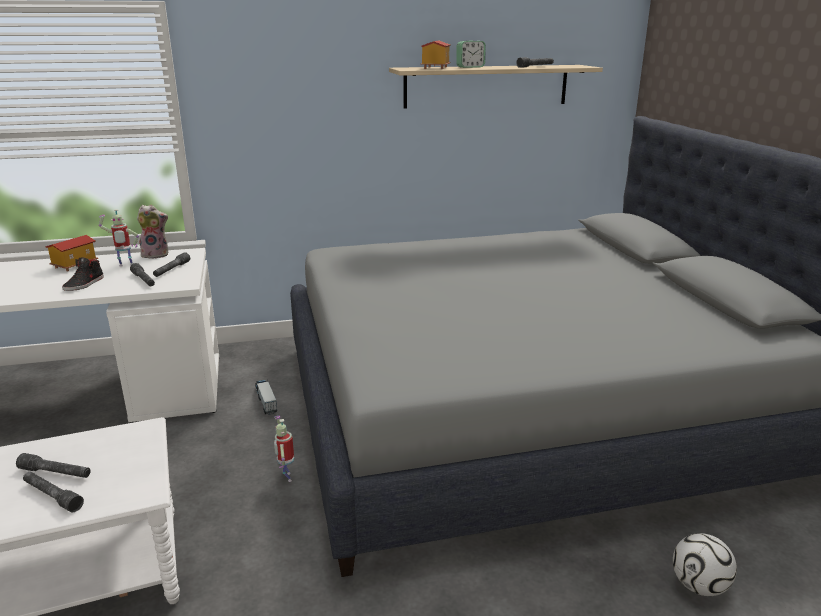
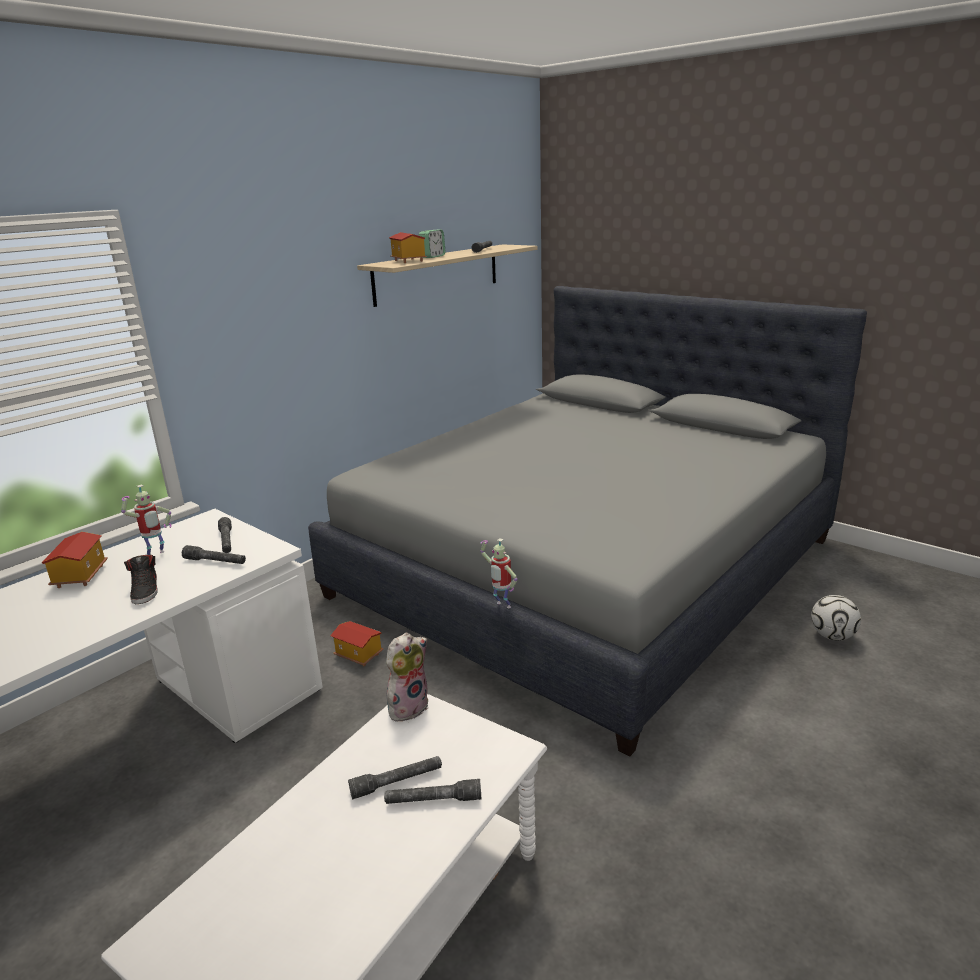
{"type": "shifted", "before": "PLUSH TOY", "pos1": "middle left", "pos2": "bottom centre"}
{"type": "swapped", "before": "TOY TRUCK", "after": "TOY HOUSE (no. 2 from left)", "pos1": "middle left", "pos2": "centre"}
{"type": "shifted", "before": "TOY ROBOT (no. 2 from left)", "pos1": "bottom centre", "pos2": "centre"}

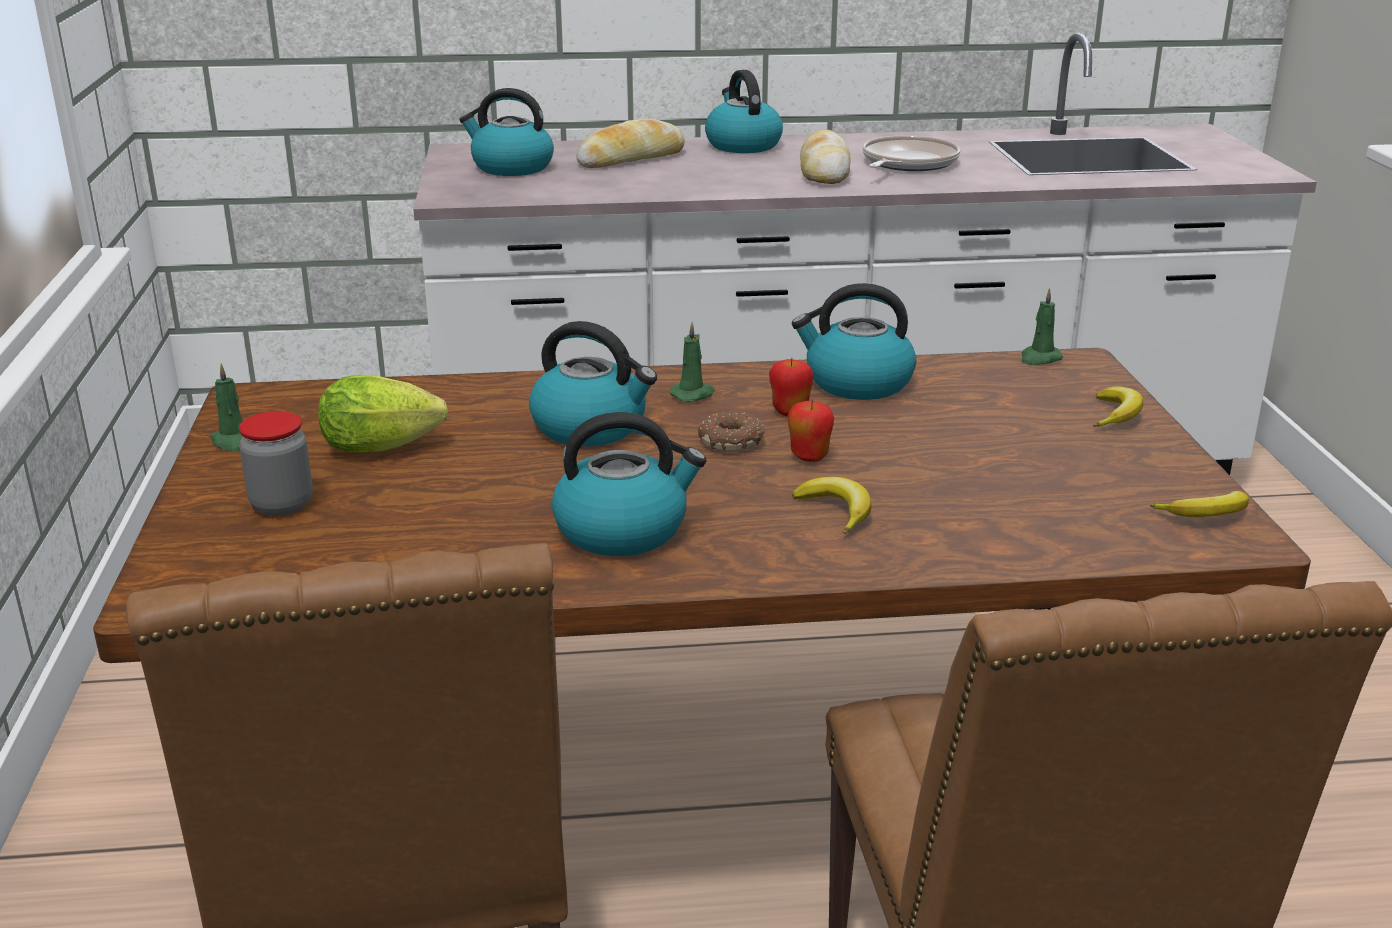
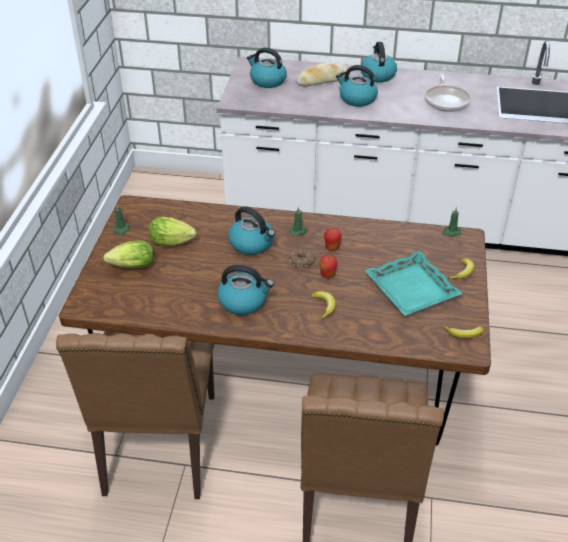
{"type": "swapped", "before": "JAR", "after": "LETTUCE (no. 1 from left)", "pos1": "middle left", "pos2": "middle left"}
{"type": "shifted", "before": "KETTLE (no. 5 from left in the first image)", "after": "KETTLE (no. 4 from left)", "pos1": "centre", "pos2": "top centre"}
{"type": "gone", "before": "BREAD (no. 2 from left)", "pos1": "top centre"}
{"type": "rotated", "before": "FRYING PAN", "pos1": "top centre", "pos2": "top right", "turn": 135}
{"type": "new", "after": "TURQUOISE TRAY", "pos2": "middle right"}

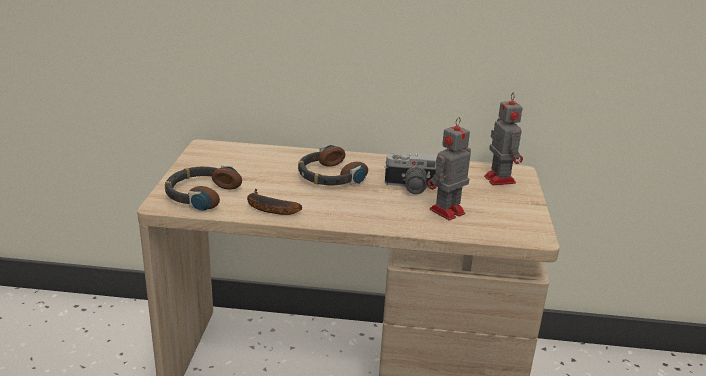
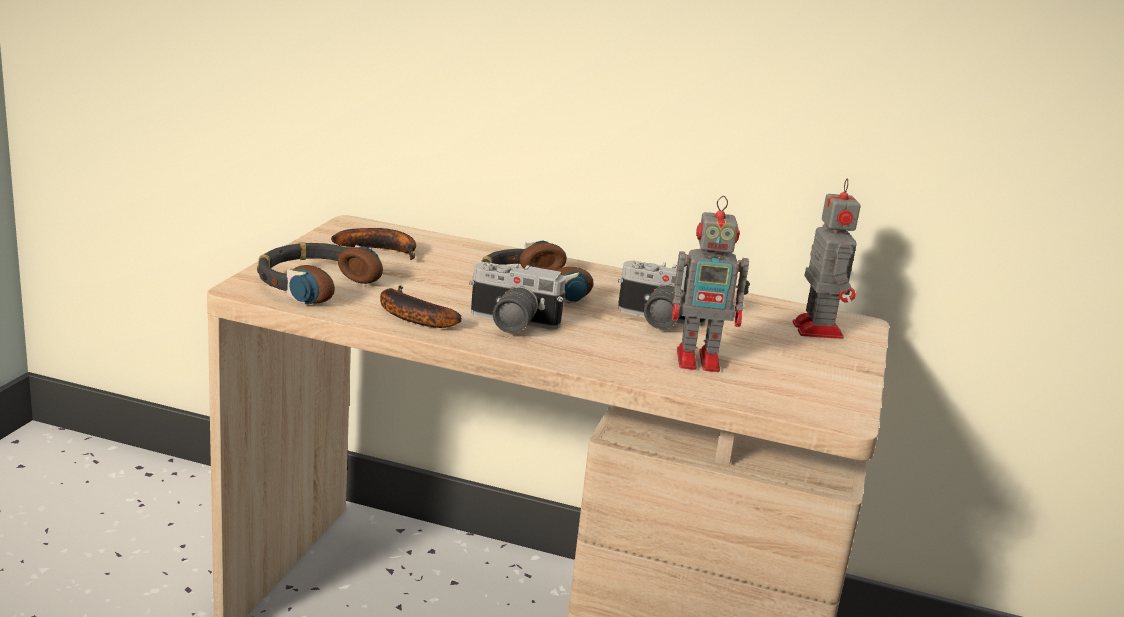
{"type": "rotated", "before": "TOY ROBOT (no. 1 from left)", "pos1": "centre", "pos2": "centre", "turn": -150}
{"type": "new", "after": "BANANA (no. 1 from left)", "pos2": "middle left"}
{"type": "new", "after": "PHOTO CAMERA (no. 1 from left)", "pos2": "centre"}

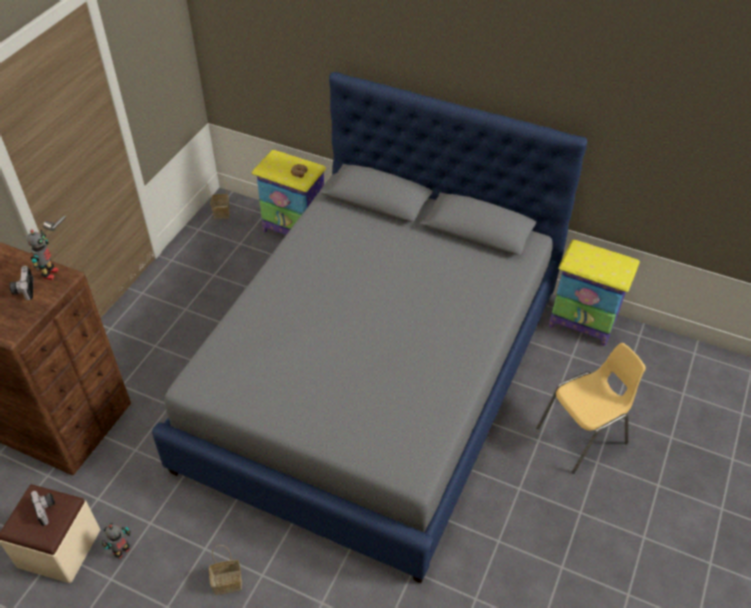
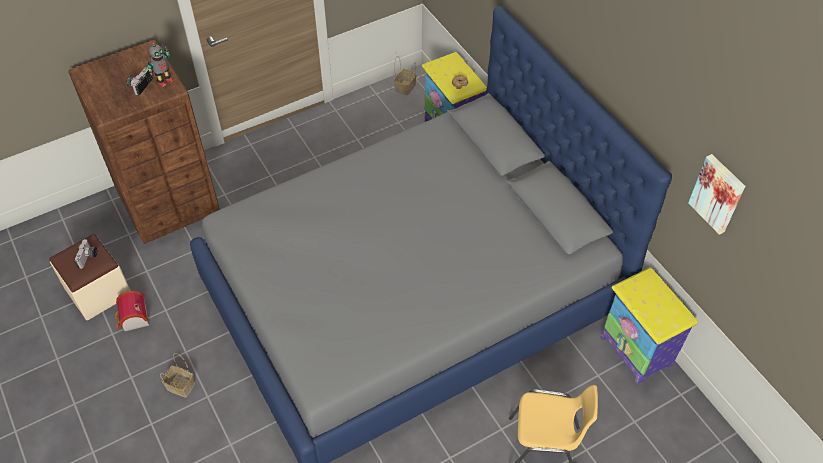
{"type": "swapped", "before": "TOY ROBOT (no. 2 from left)", "after": "TOY HOUSE", "pos1": "bottom left", "pos2": "bottom left"}
{"type": "new", "after": "PICTURE", "pos2": "middle right"}

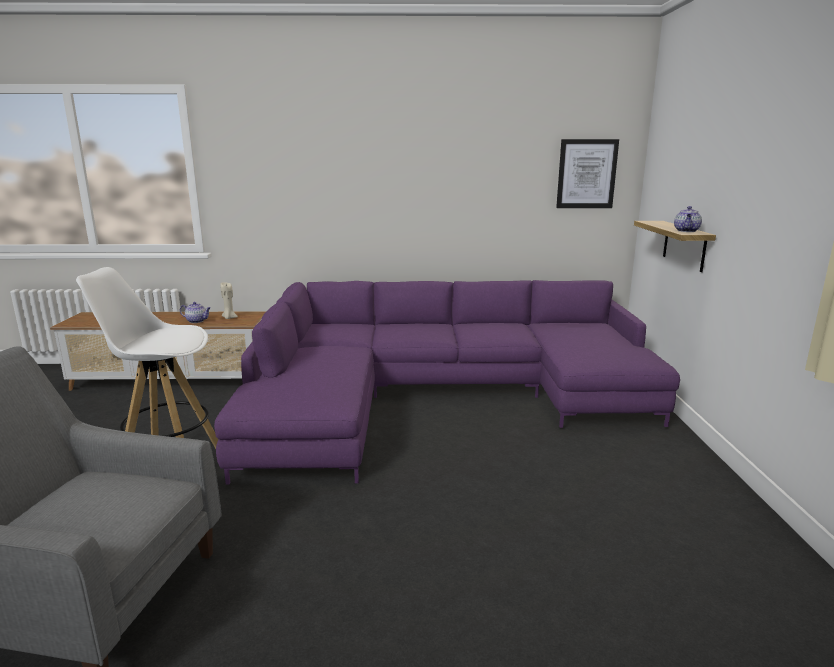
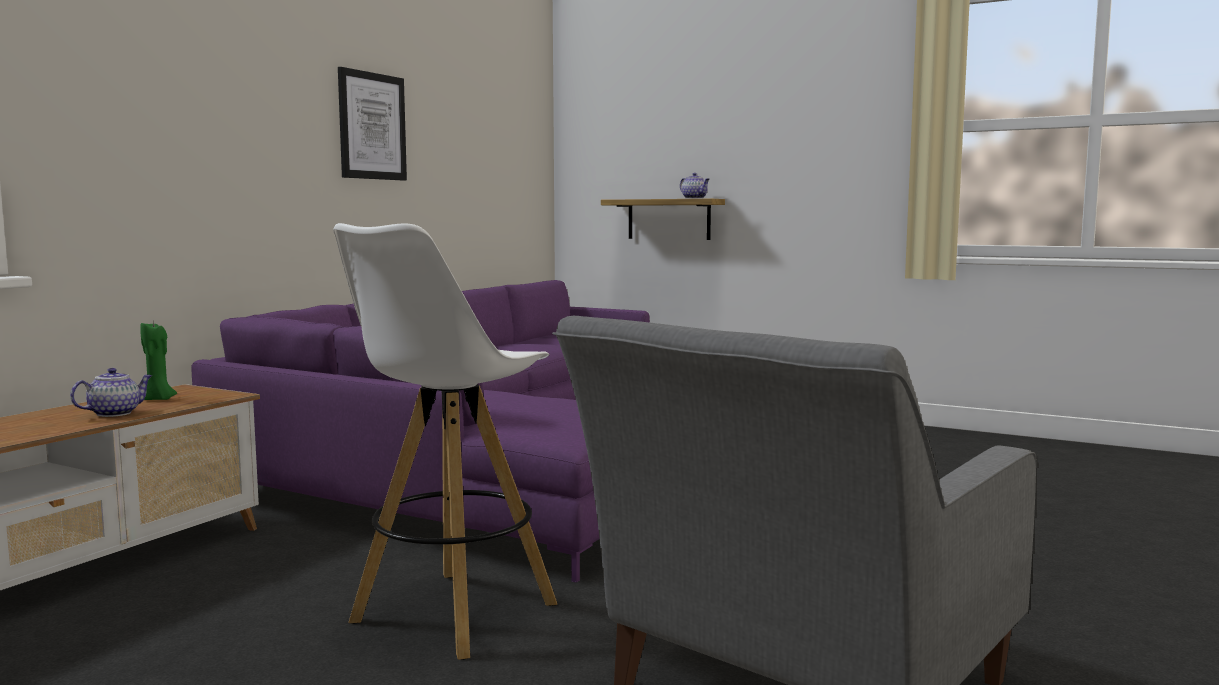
{"type": "repainted", "before": "BEIGE CANDLE", "after": "GREEN CANDLE", "pos1": "middle left", "pos2": "middle left"}
{"type": "shifted", "before": "PICTURE", "pos1": "top right", "pos2": "top left"}

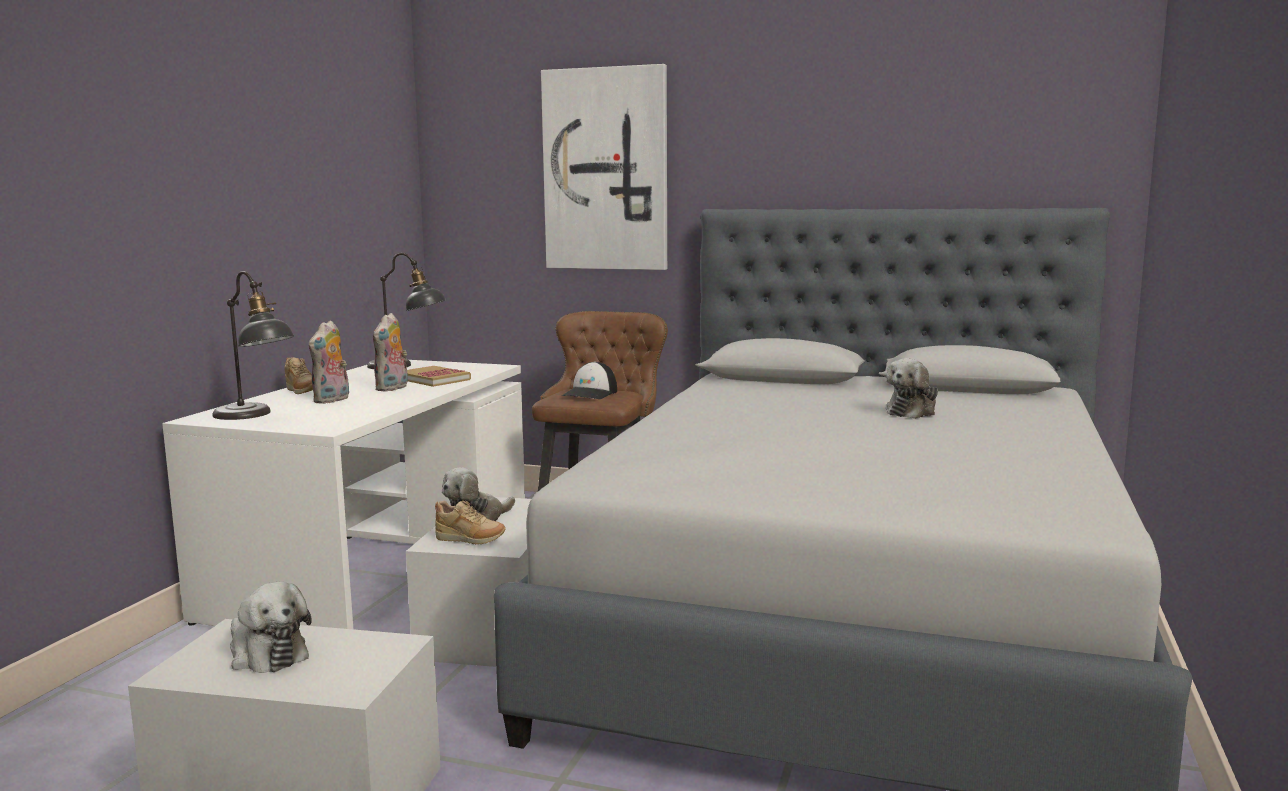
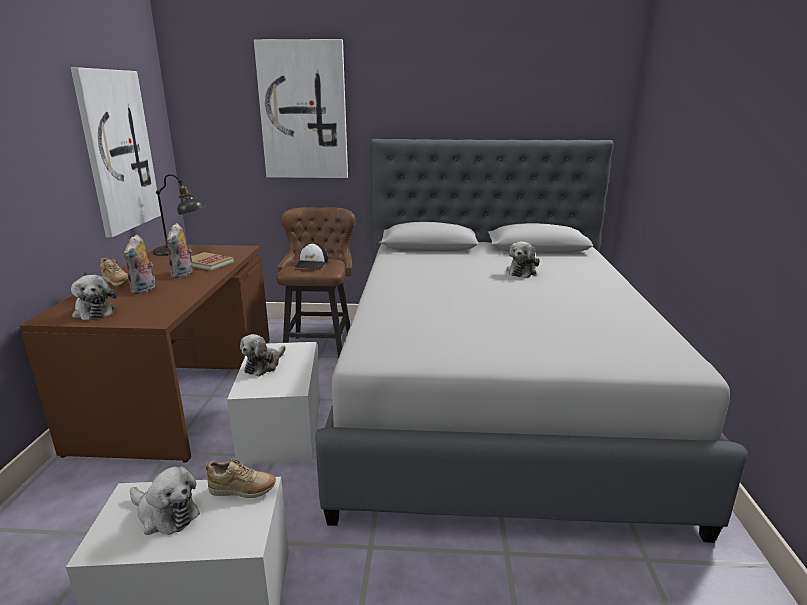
{"type": "repainted", "before": "WHITE DESK", "after": "BROWN DESK", "pos1": "middle left", "pos2": "middle left"}
{"type": "swapped", "before": "GREY TABLE LAMP (no. 1 from left)", "after": "PLUSH TOY (no. 1 from left)", "pos1": "middle left", "pos2": "middle left"}
{"type": "shifted", "before": "BEIGE SHOE (no. 2 from left)", "pos1": "centre", "pos2": "bottom left"}
{"type": "new", "after": "PICTURE (no. 1 from left)", "pos2": "top left"}

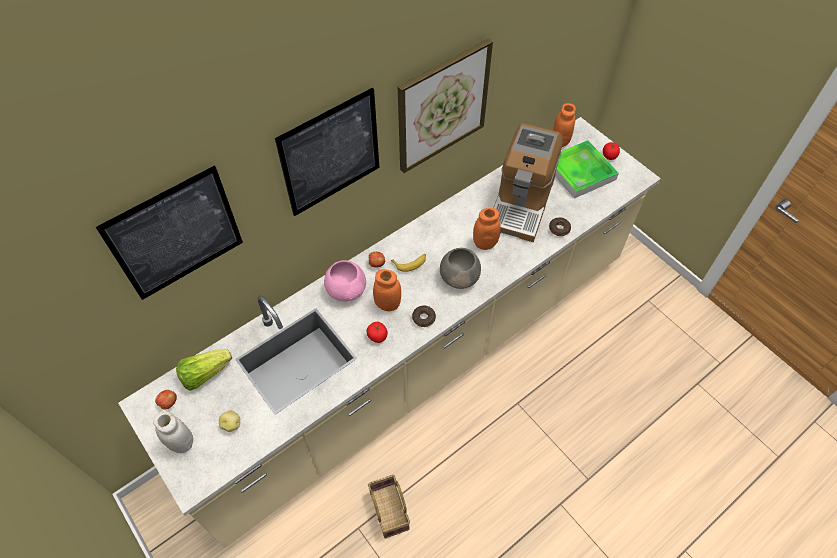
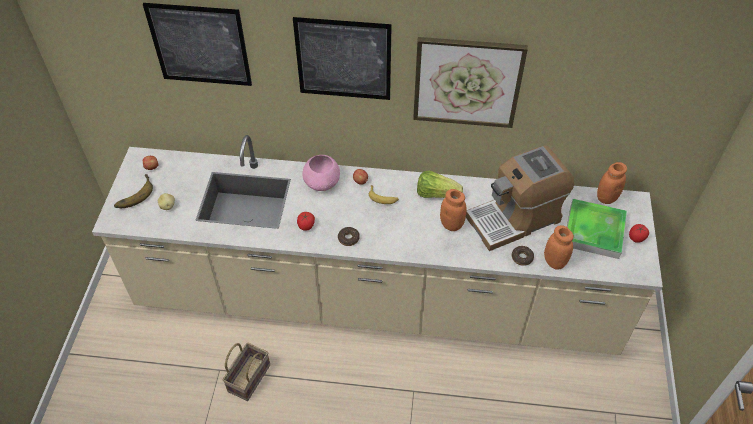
{"type": "swapped", "before": "WHITE JAR", "after": "BANANA (no. 1 from left)", "pos1": "bottom left", "pos2": "middle left"}
{"type": "shifted", "before": "LETTUCE", "pos1": "middle left", "pos2": "centre"}
{"type": "shifted", "before": "ORANGE JAR (no. 1 from left in the first image)", "after": "ORANGE JAR (no. 2 from left)", "pos1": "centre", "pos2": "middle right"}
{"type": "gone", "before": "GREY BOWL", "pos1": "centre"}

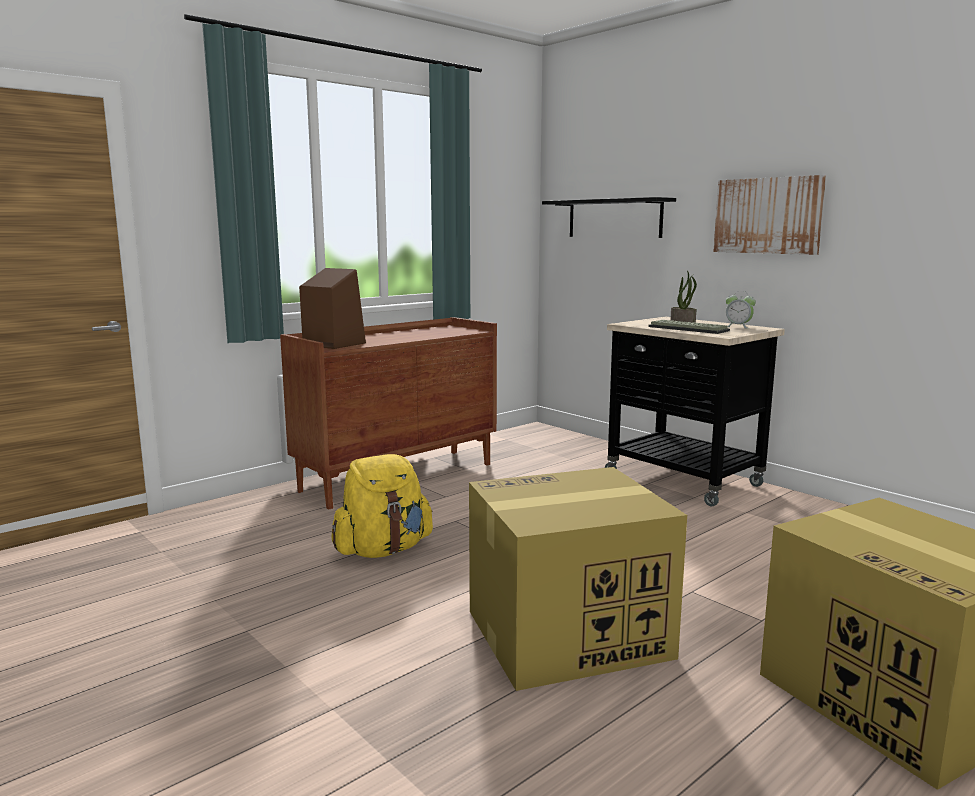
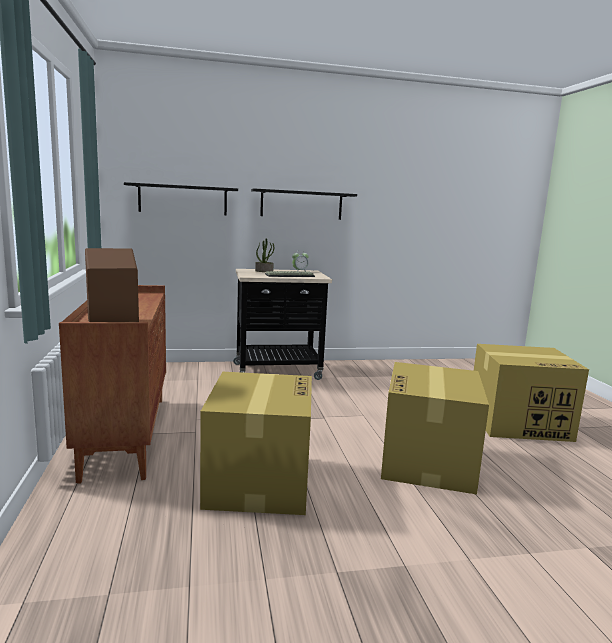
{"type": "swapped", "before": "YELLOW BACKPACK", "after": "CARDBOARD BOX (no. 1 from left)", "pos1": "centre", "pos2": "bottom centre"}
{"type": "swapped", "before": "PICTURE", "after": "BLACK SHELF (no. 2 from left)", "pos1": "top right", "pos2": "top centre"}

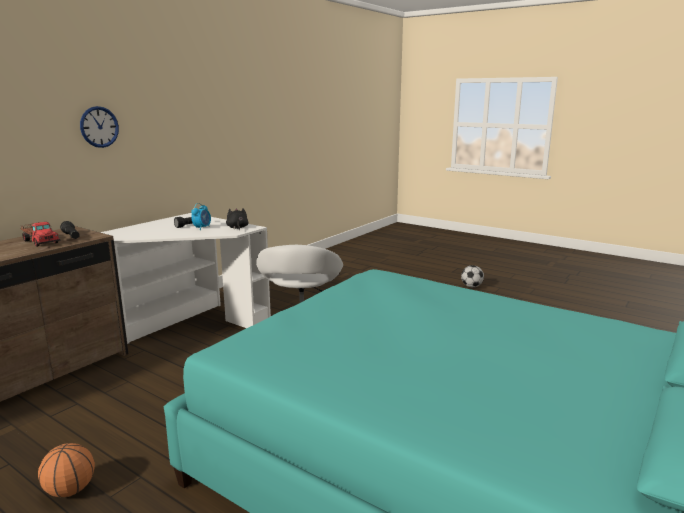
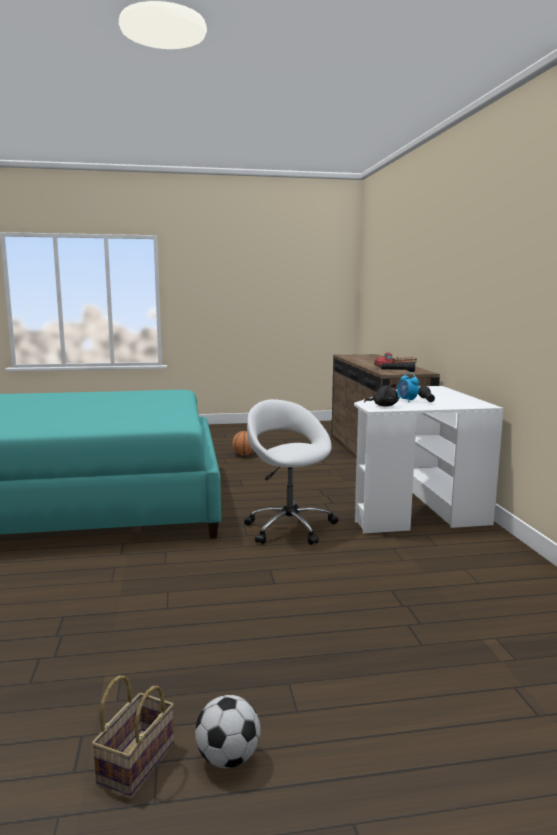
{"type": "gone", "before": "WALL CLOCK", "pos1": "top left"}
{"type": "new", "after": "BASKET", "pos2": "bottom left"}

